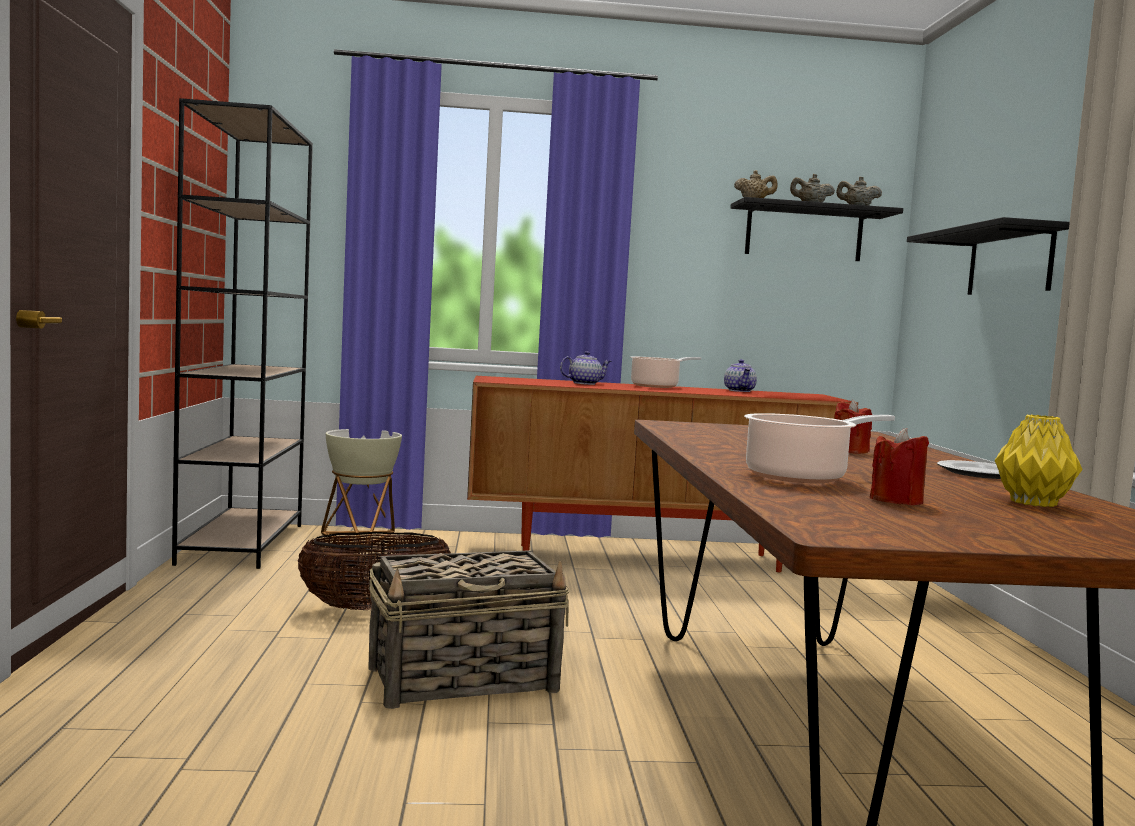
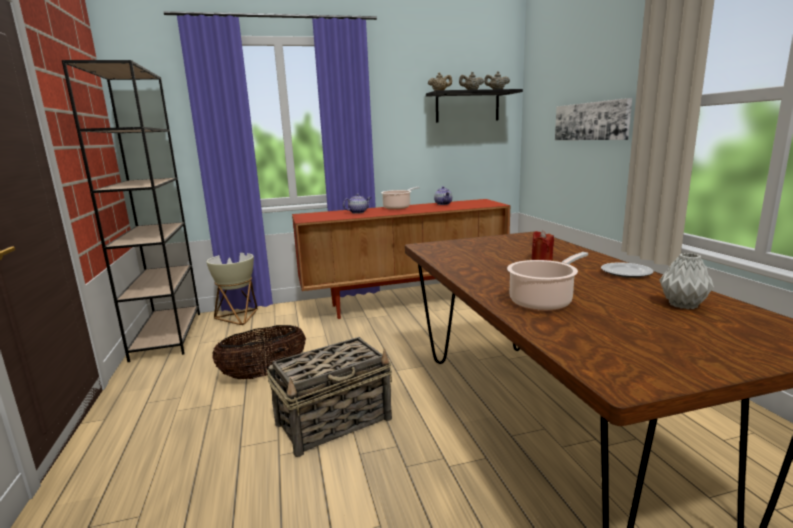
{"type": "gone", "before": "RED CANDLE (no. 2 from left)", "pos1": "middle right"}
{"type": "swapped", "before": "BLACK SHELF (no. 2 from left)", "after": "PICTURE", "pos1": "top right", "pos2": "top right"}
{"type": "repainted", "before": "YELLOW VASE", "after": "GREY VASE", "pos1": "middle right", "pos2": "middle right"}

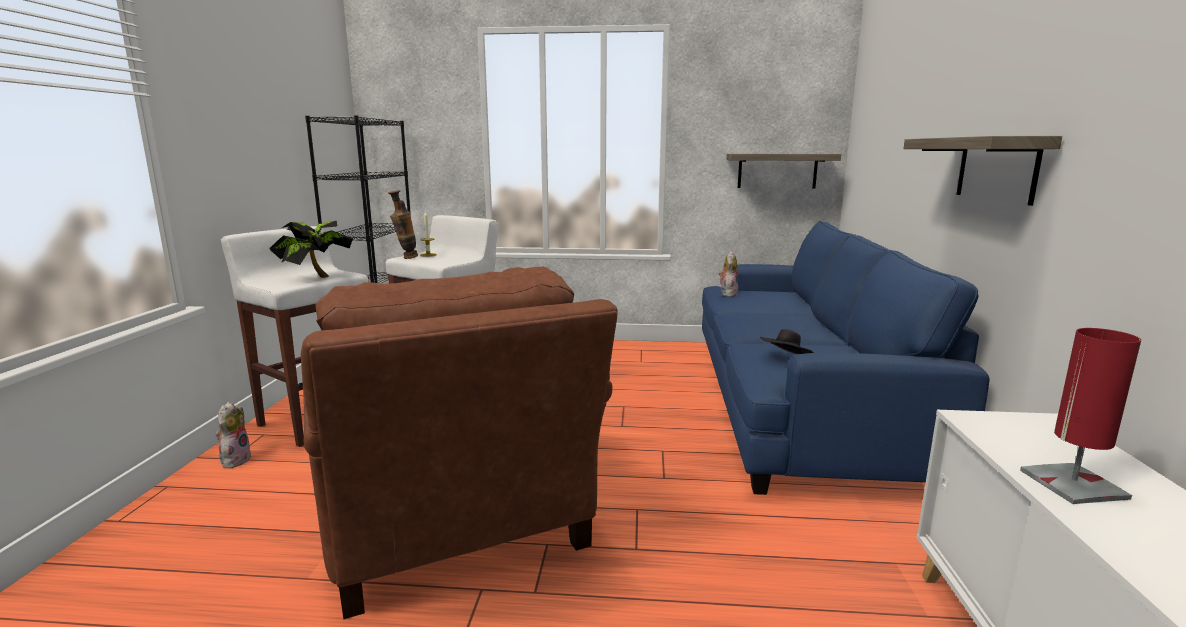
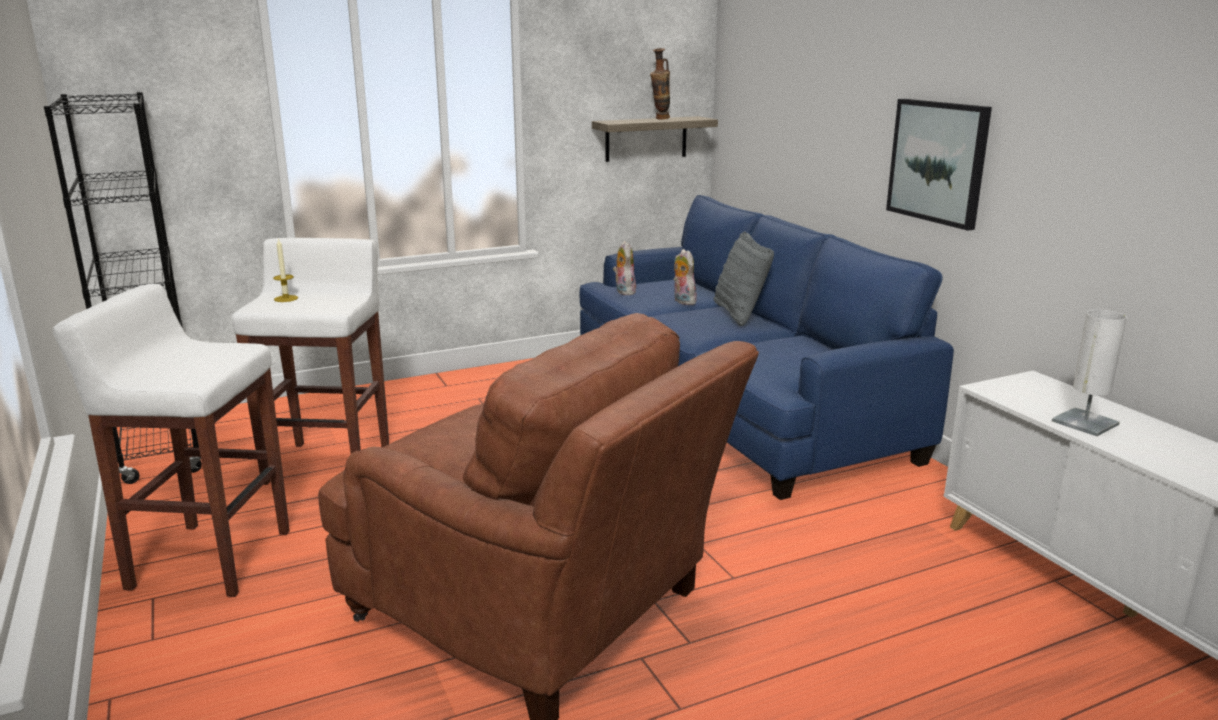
{"type": "shifted", "before": "PLUSH TOY (no. 1 from left in the first image)", "after": "PLUSH TOY (no. 2 from left)", "pos1": "bottom left", "pos2": "centre"}
{"type": "gone", "before": "POTTED PLANT", "pos1": "middle left"}
{"type": "shifted", "before": "VASE", "pos1": "centre", "pos2": "top centre"}
{"type": "gone", "before": "BLACK HAT", "pos1": "centre"}
{"type": "swapped", "before": "SHELF (no. 2 from left)", "after": "PICTURE", "pos1": "top right", "pos2": "top right"}
{"type": "repainted", "before": "RED TABLE LAMP", "after": "WHITE TABLE LAMP", "pos1": "middle right", "pos2": "middle right"}
{"type": "new", "after": "GREY PILLOW", "pos2": "centre"}

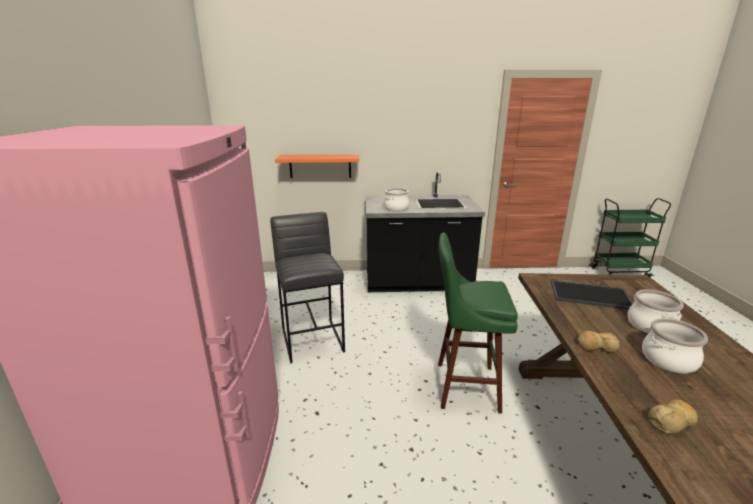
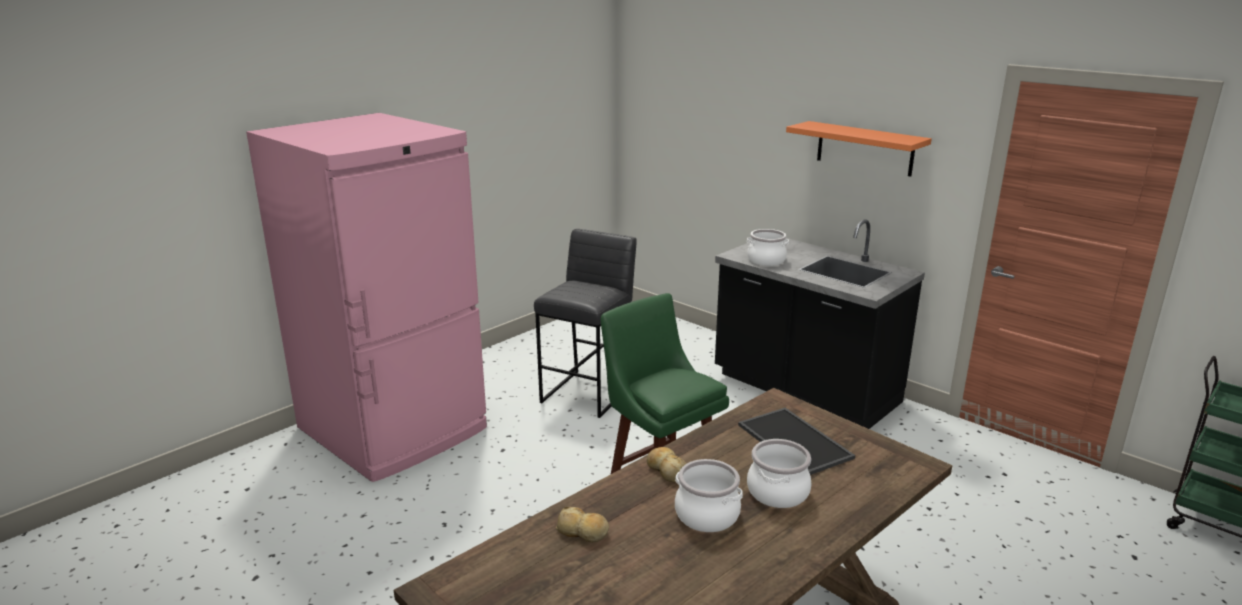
{"type": "shifted", "before": "ORANGE SHELF", "pos1": "top centre", "pos2": "top right"}

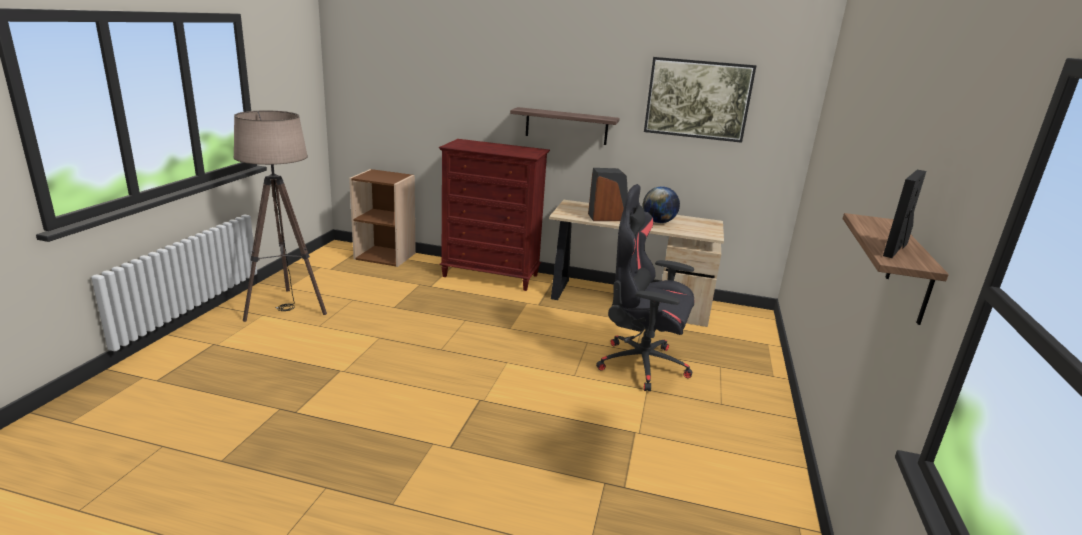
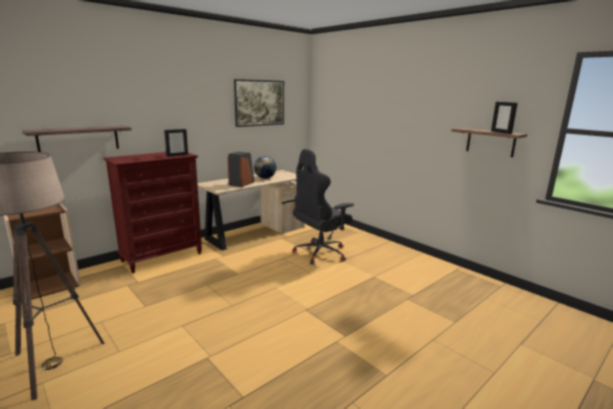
{"type": "shifted", "before": "SHELF (no. 1 from left)", "pos1": "top centre", "pos2": "middle left"}
{"type": "new", "after": "PICTURE FRAME (no. 1 from left)", "pos2": "middle left"}

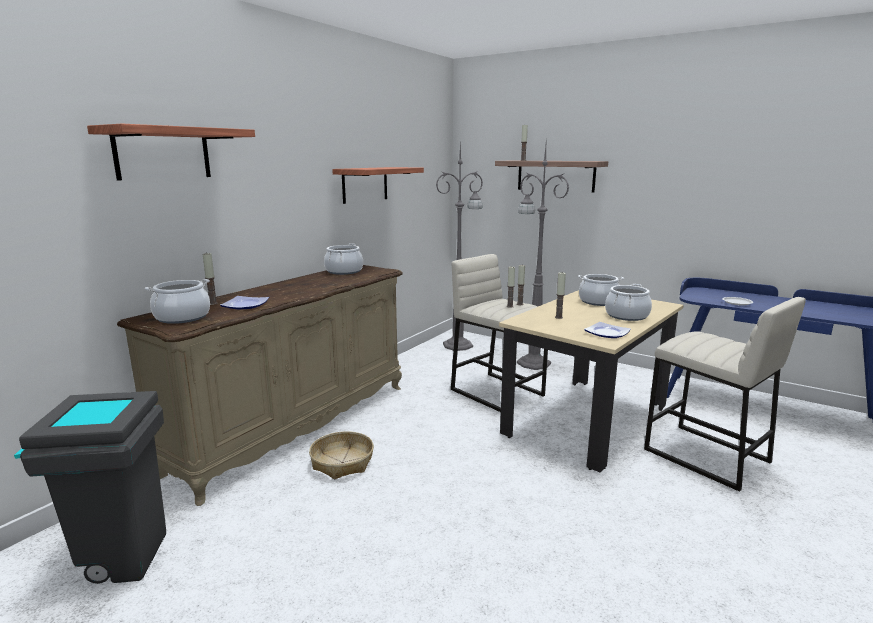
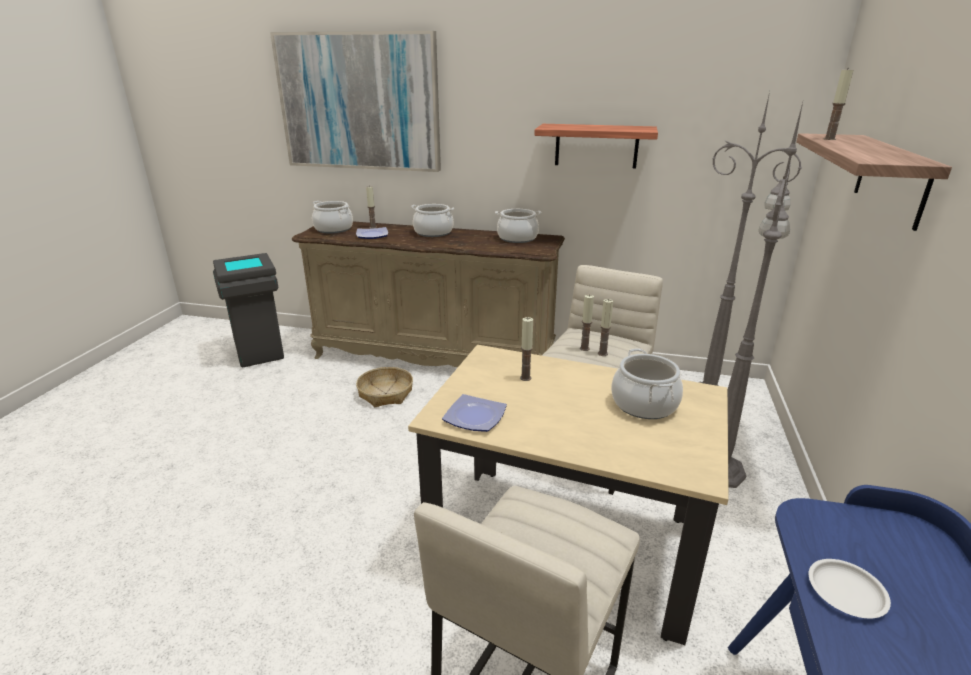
{"type": "swapped", "before": "SHELF (no. 1 from left)", "after": "PICTURE", "pos1": "top left", "pos2": "top centre"}
{"type": "shifted", "before": "COOKING POT (no. 4 from left in the first image)", "after": "COOKING POT (no. 2 from left)", "pos1": "middle right", "pos2": "top centre"}

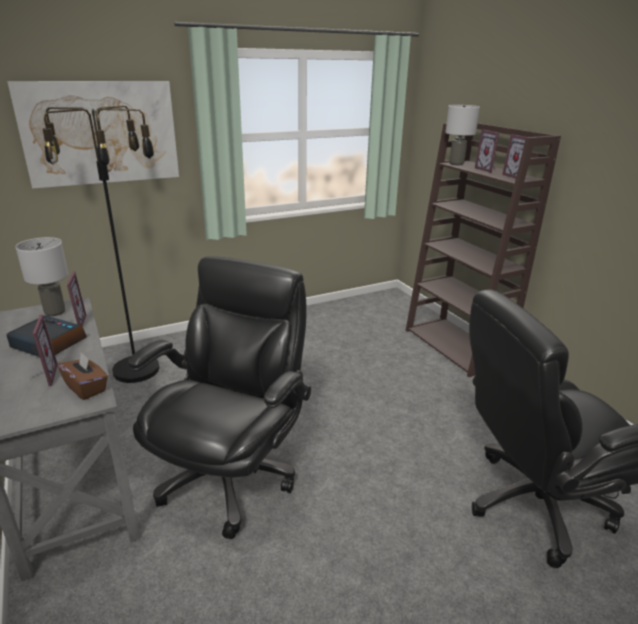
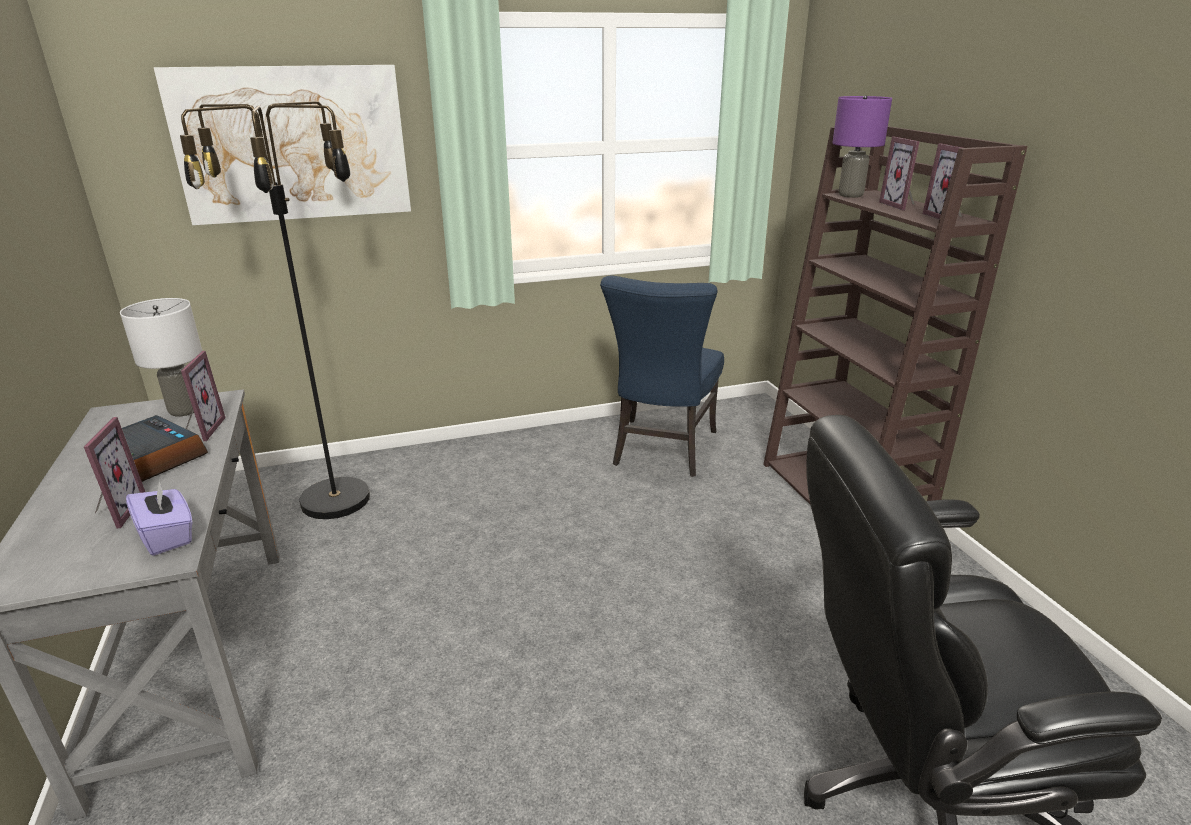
{"type": "repainted", "before": "BROWN TISSUE BOX", "after": "PURPLE TISSUE BOX", "pos1": "middle left", "pos2": "middle left"}
{"type": "gone", "before": "BLACK OFFICE CHAIR (no. 1 from left)", "pos1": "centre"}
{"type": "repainted", "before": "WHITE TABLE LAMP (no. 2 from left)", "after": "PURPLE TABLE LAMP", "pos1": "top right", "pos2": "top right"}
{"type": "new", "after": "BLUE CHAIR", "pos2": "centre"}

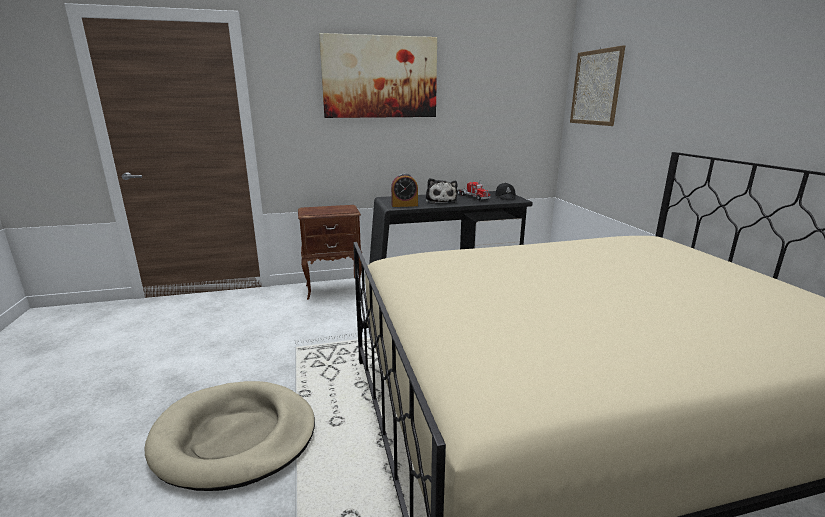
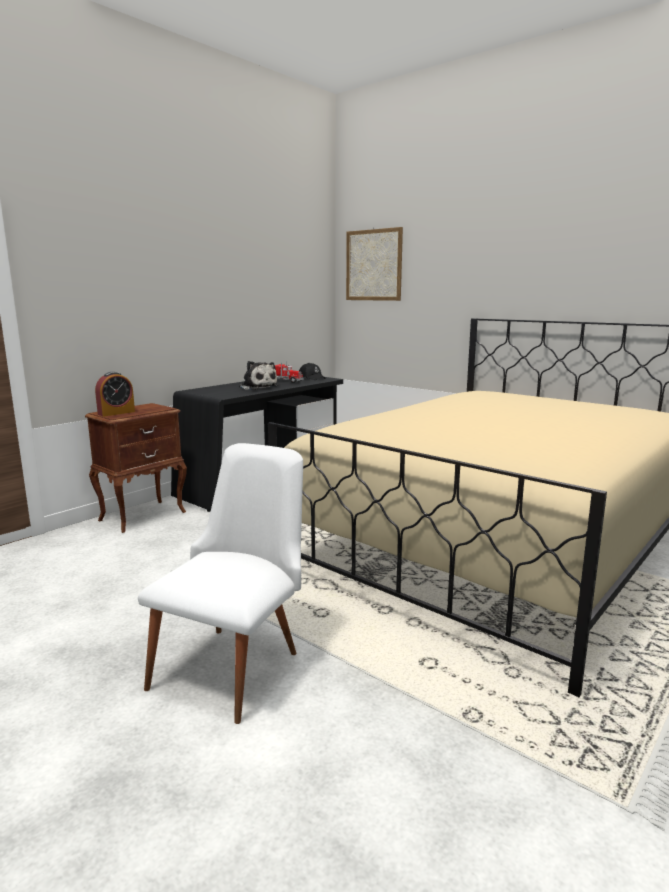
{"type": "swapped", "before": "BEIGE DOG BED", "after": "WHITE CHAIR", "pos1": "bottom left", "pos2": "middle left"}
{"type": "gone", "before": "PICTURE (no. 1 from left)", "pos1": "top centre"}
{"type": "shifted", "before": "ALARM CLOCK", "pos1": "centre", "pos2": "middle left"}

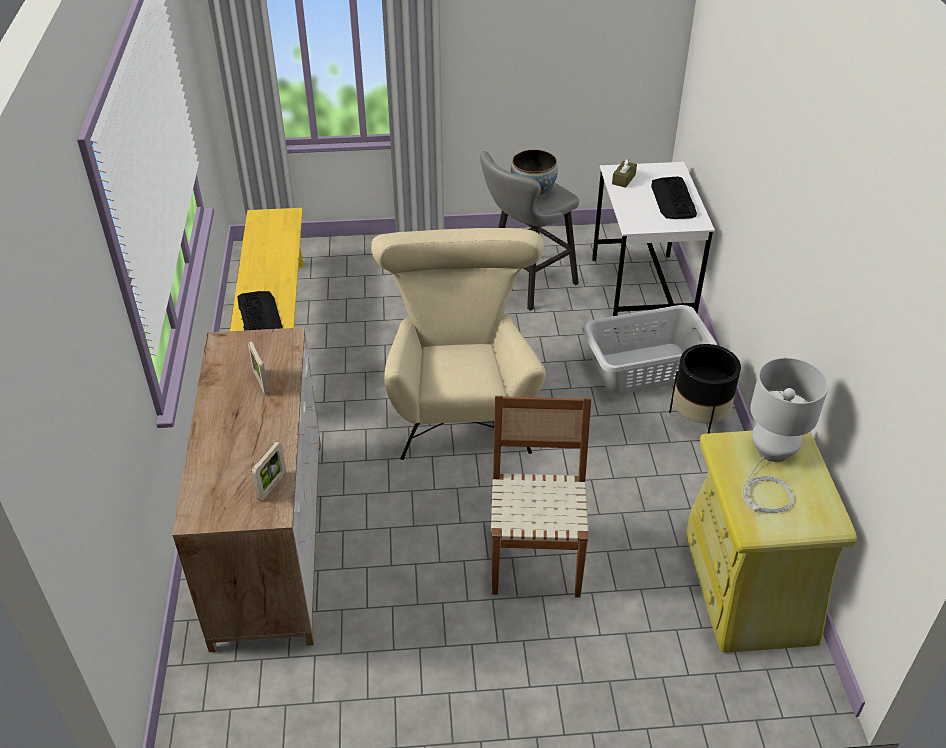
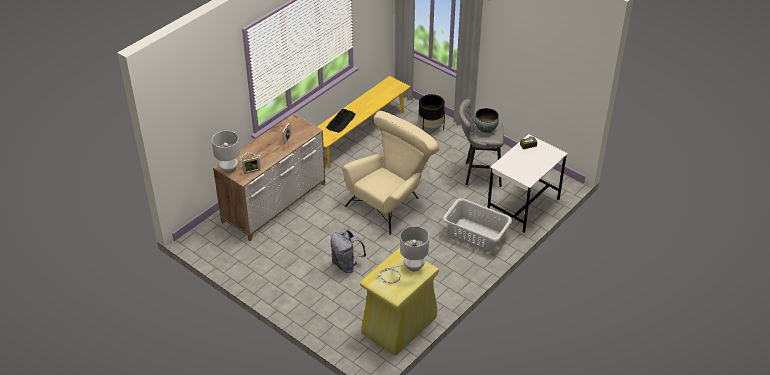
{"type": "swapped", "before": "CHAIR", "after": "GREY BACKPACK", "pos1": "centre", "pos2": "bottom centre"}
{"type": "gone", "before": "KEYBOARD (no. 2 from left)", "pos1": "top right"}
{"type": "shifted", "before": "BLACK PLANTER", "pos1": "middle right", "pos2": "top centre"}
{"type": "new", "after": "GREY TABLE LAMP (no. 1 from left)", "pos2": "middle left"}

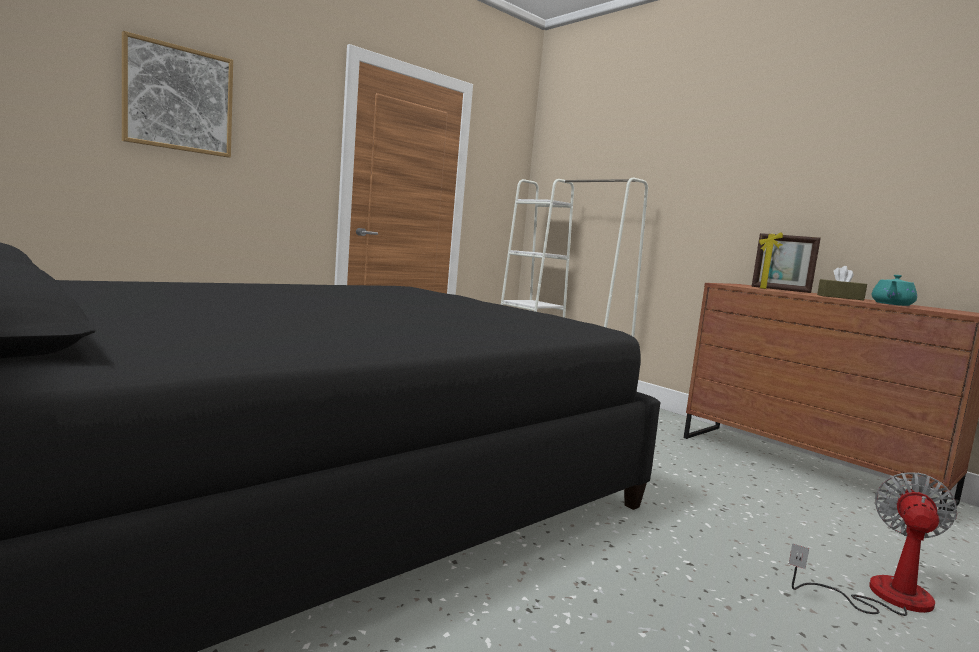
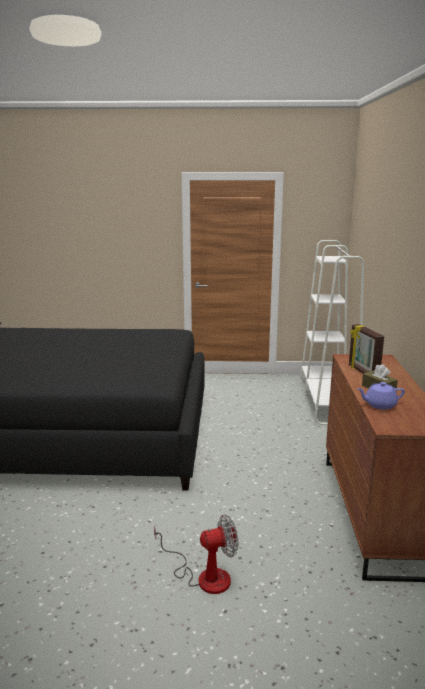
{"type": "gone", "before": "PICTURE", "pos1": "top left"}
{"type": "repainted", "before": "TURQUOISE TEAPOT", "after": "PURPLE TEAPOT", "pos1": "middle right", "pos2": "middle right"}

